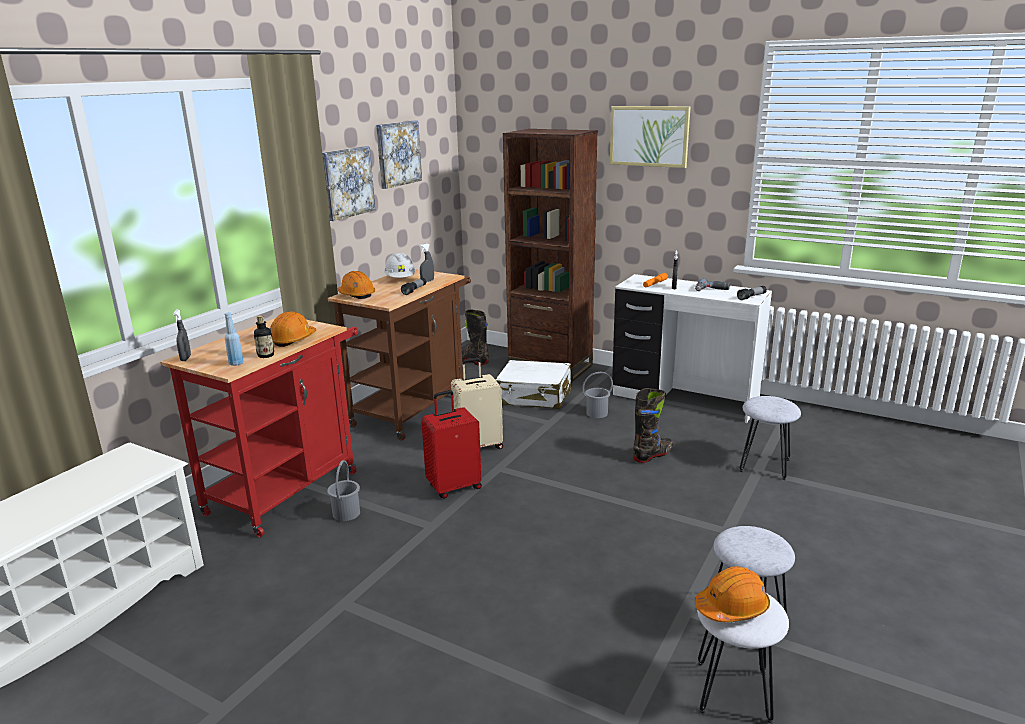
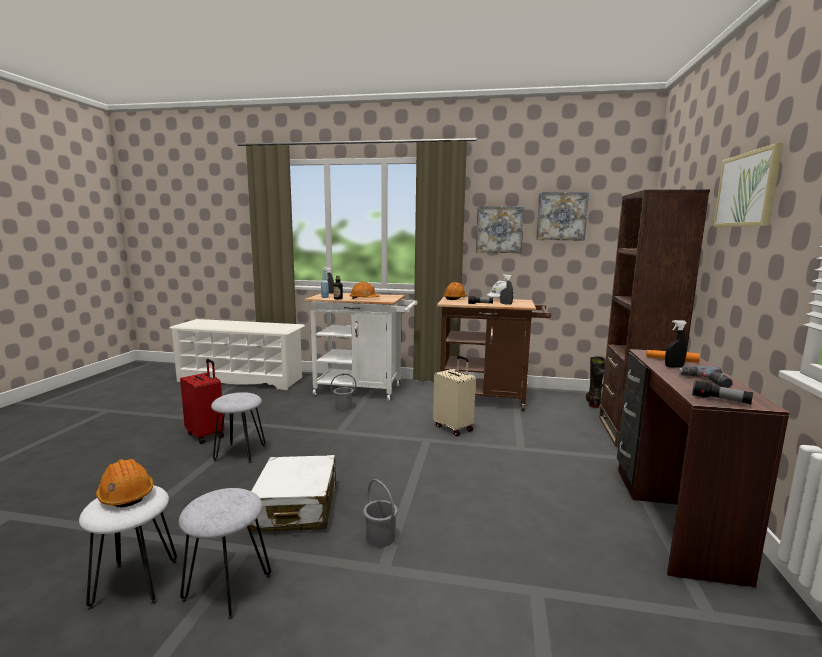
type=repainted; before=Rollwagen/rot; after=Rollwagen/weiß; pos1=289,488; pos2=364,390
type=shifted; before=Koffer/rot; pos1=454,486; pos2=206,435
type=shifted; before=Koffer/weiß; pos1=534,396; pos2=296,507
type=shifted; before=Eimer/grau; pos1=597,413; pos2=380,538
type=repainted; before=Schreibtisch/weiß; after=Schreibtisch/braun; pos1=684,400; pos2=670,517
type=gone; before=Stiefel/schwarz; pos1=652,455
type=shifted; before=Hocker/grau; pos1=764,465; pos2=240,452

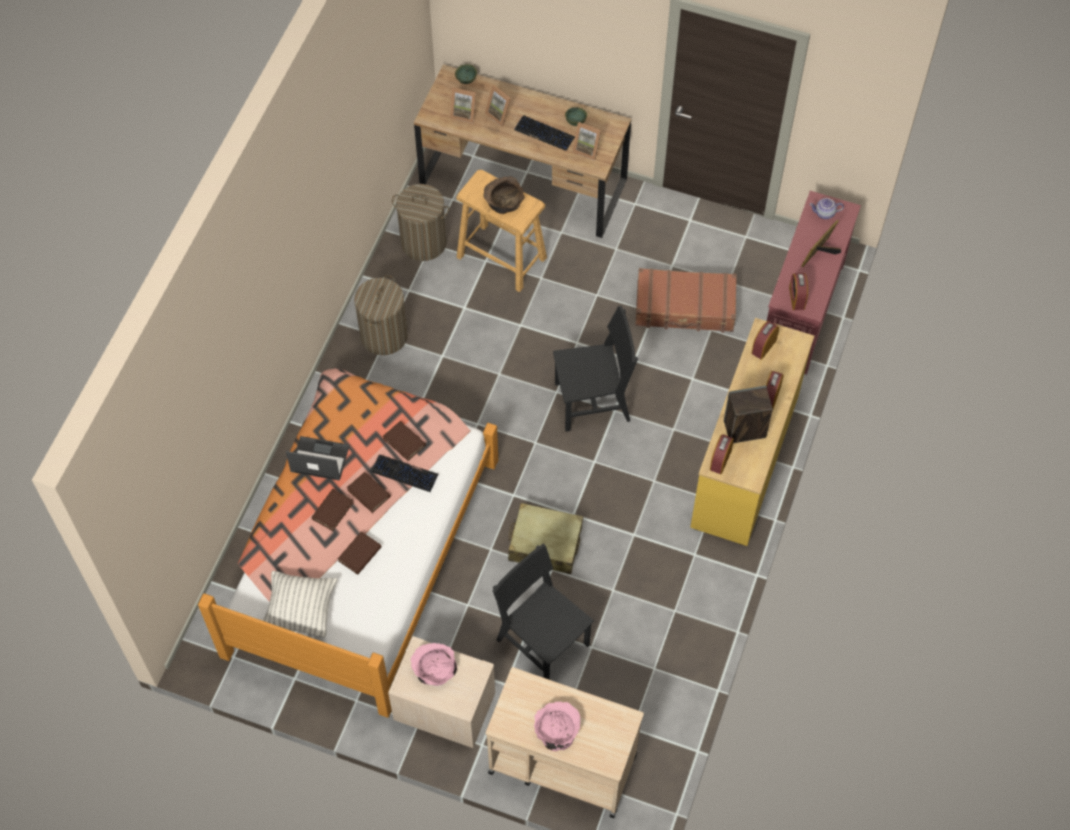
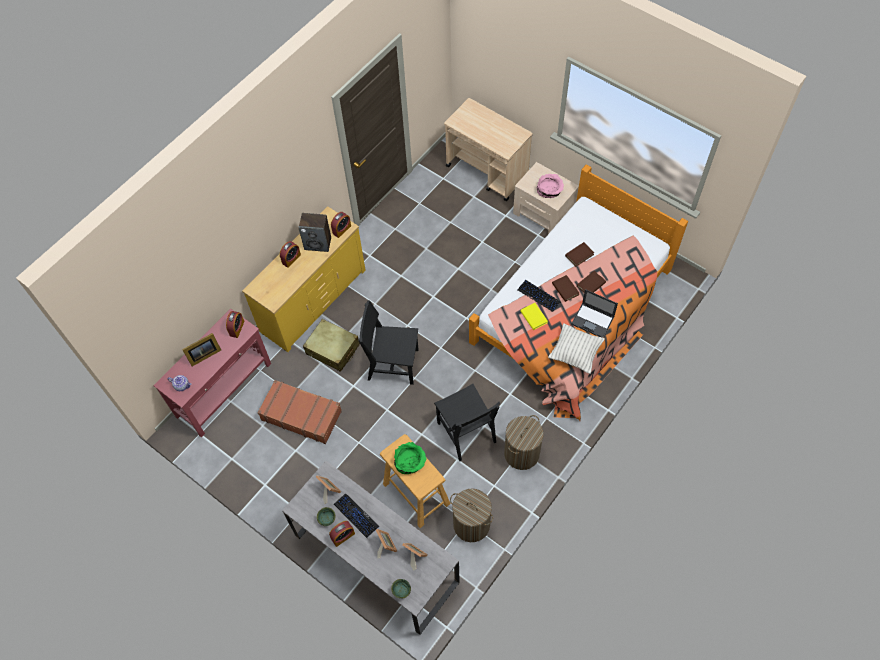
type=shifted; before=Kissen; pos1=300,611; pos2=575,354
type=repainted; before=Buch/braun; after=Buch/gelb; pos1=404,442; pos2=533,317
type=repainted; before=Schreibtisch/braun; after=Schreibtisch/grau; pos1=523,181; pos2=376,558
type=repainted; before=Schüssel/braun; after=Schüssel/grün; pos1=504,202; pos2=410,462
type=shifted; before=Stuhl/schwarz; pos1=543,642; pos2=466,432
type=shifted; before=Koffer/beige; pos1=545,544; pos2=333,349
type=gone; before=Schüssel/rosa; pos1=557,729
type=shifted; before=Wecker; pos1=764,346; pos2=343,536

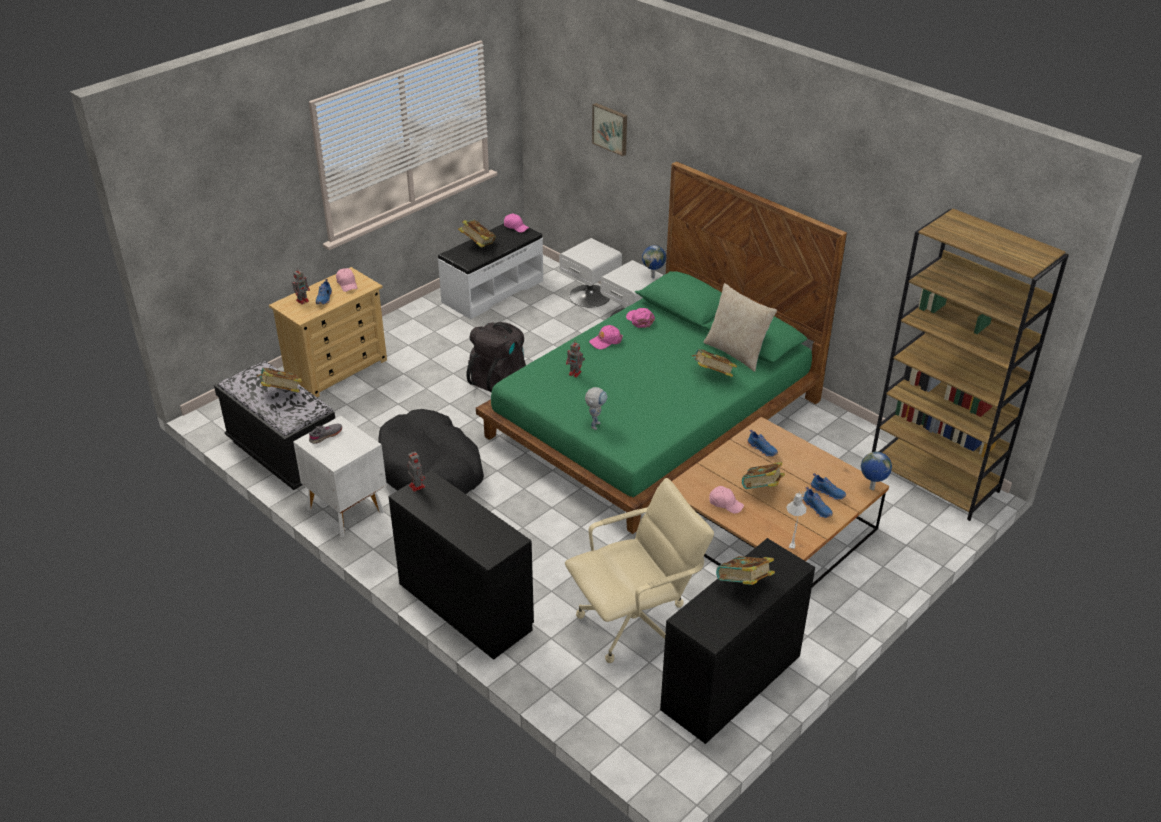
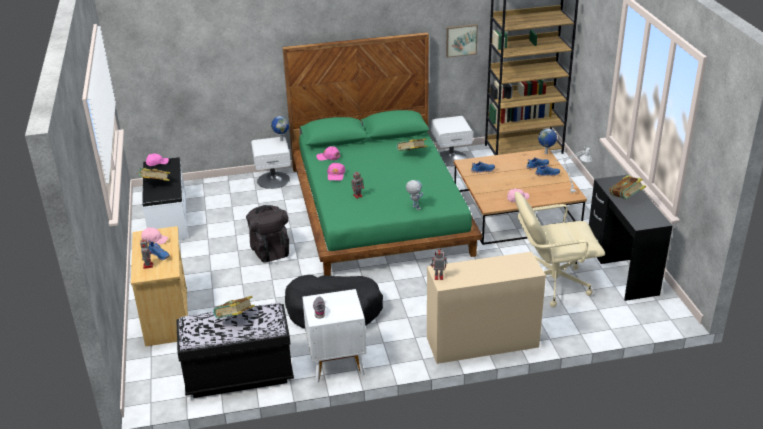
type=repainted; before=Schreibtisch/schwarz; after=Schreibtisch/beige; pos1=464,606; pos2=482,342
type=shifted; before=Nachttisch/weiß; pos1=590,295; pos2=451,158
type=rotated; before=Bürostuhl/beige; pos1=635,624; pos2=552,284; turn=-105
type=shifted; before=Bild; pos1=611,128; pos2=461,40
type=gone; before=Kissen/beige; pos1=736,352
type=gone; before=Buch; pos1=761,489

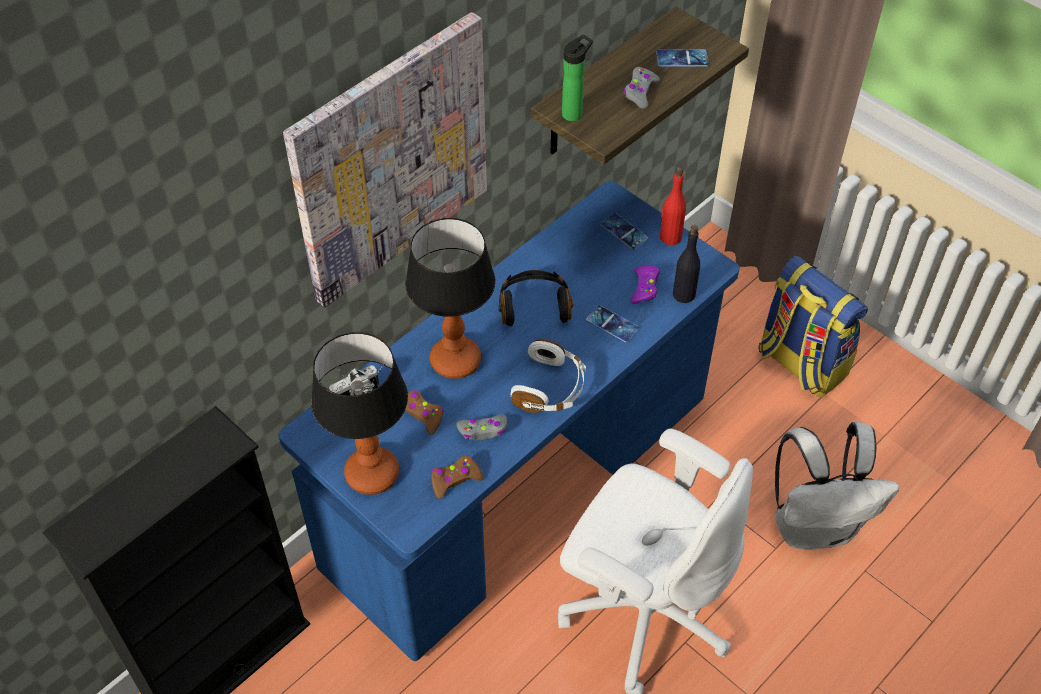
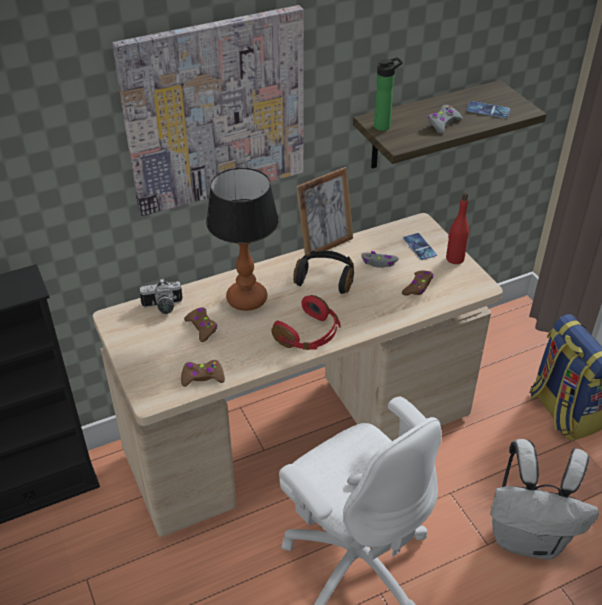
type=repainted; before=Schreibtisch/blau; after=Schreibtisch/beige; pos1=519,482; pos2=300,434
type=gone; before=Tischlampe; pos1=372,472
type=shifted; before=Gamepad/grau; pos1=483,430; pos2=379,263
type=repainted; before=Kopfhörer/weiß; after=Kopfhörer/rot; pos1=550,388; pos2=309,335
type=gone; before=Handy; pos1=612,324
type=repainted; before=Gamepad/lila; after=Gamepad/braun; pos1=644,288; pos2=418,287
type=gone; before=Flasche/schwarz; pos1=684,294
type=new; after=Bilderrahmen; pos2=325,244

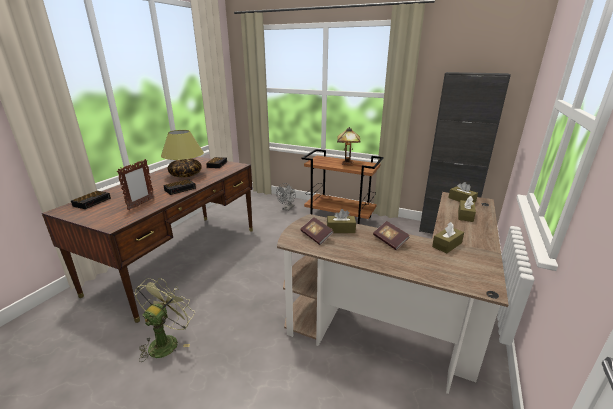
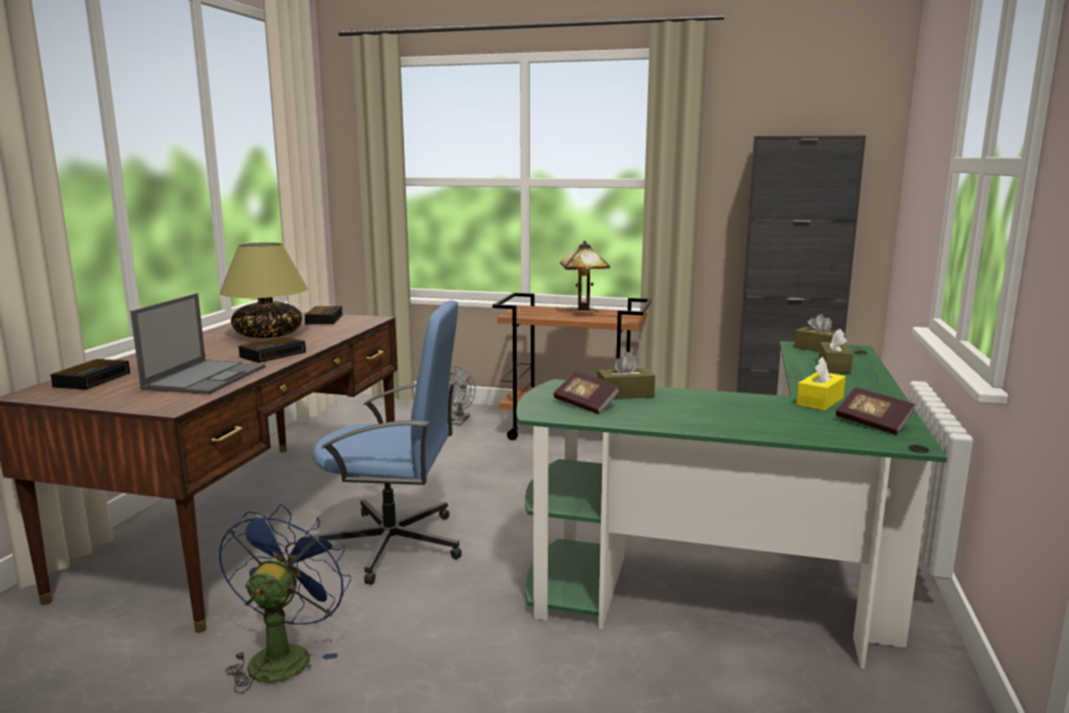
type=swapped; before=Bilderrahmen; after=Laptop; pos1=141,204; pos2=206,377
type=repainted; before=Ventilator/grün; after=Ventilator/blau; pos1=167,341; pos2=283,655
type=repainted; before=Schreibtisch/braun; after=Schreibtisch/grün; pos1=403,320; pos2=749,575
type=shifted; before=Buch; pos1=390,241; pos2=873,424
type=repainted; before=Taschentuchbox/braun; after=Taschentuchbox/gelb; pos1=447,245; pos2=820,401
type=new; after=Bürostuhl/blau; pos2=393,544

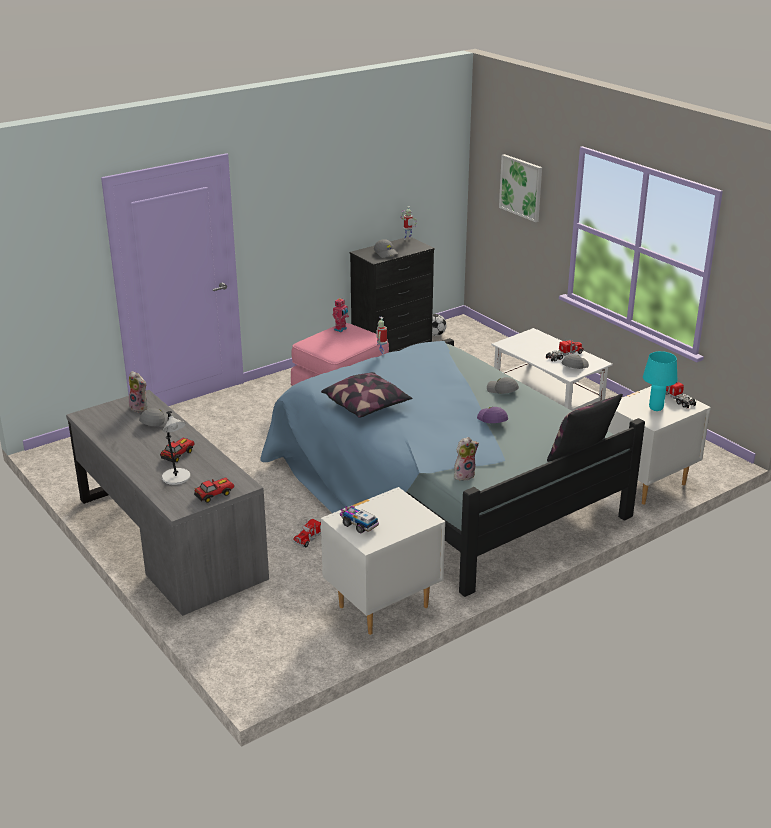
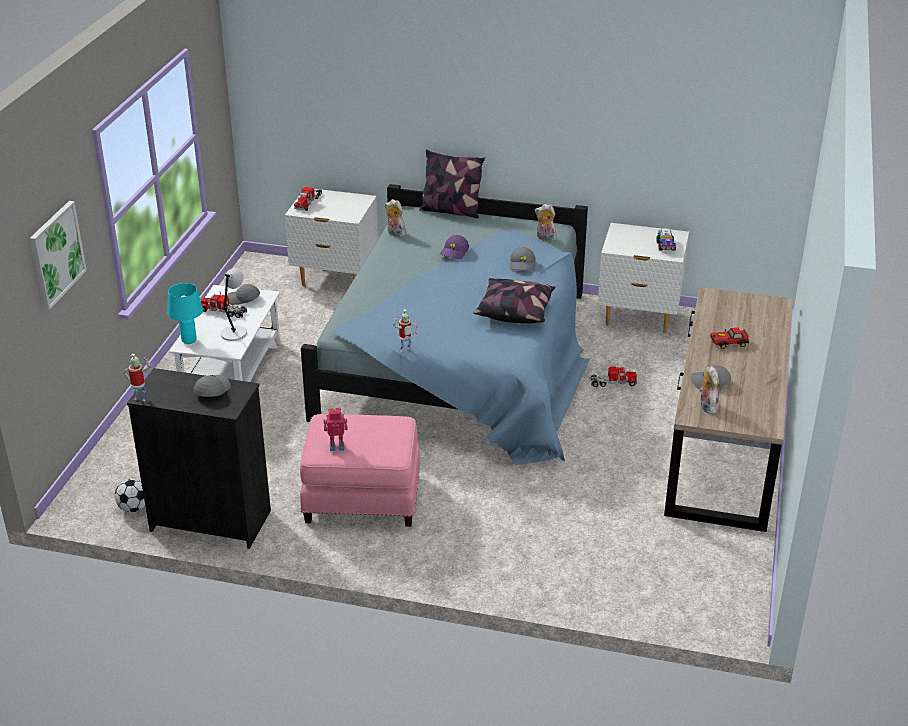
type=repainted; before=Schreibtisch/grau; after=Schreibtisch/braun; pos1=169,538; pos2=724,447
type=shifted; before=Tischlampe/grau; pos1=176,478; pos2=234,333
type=gone; before=Spielzeugauto; pos1=215,494
type=shifted; before=Kappe/grau; pos1=502,390; pos2=523,265
type=shifted; before=Tischlampe/türkis; pos1=655,408; pos2=189,341
type=new; after=Plüschtier; pos2=394,234

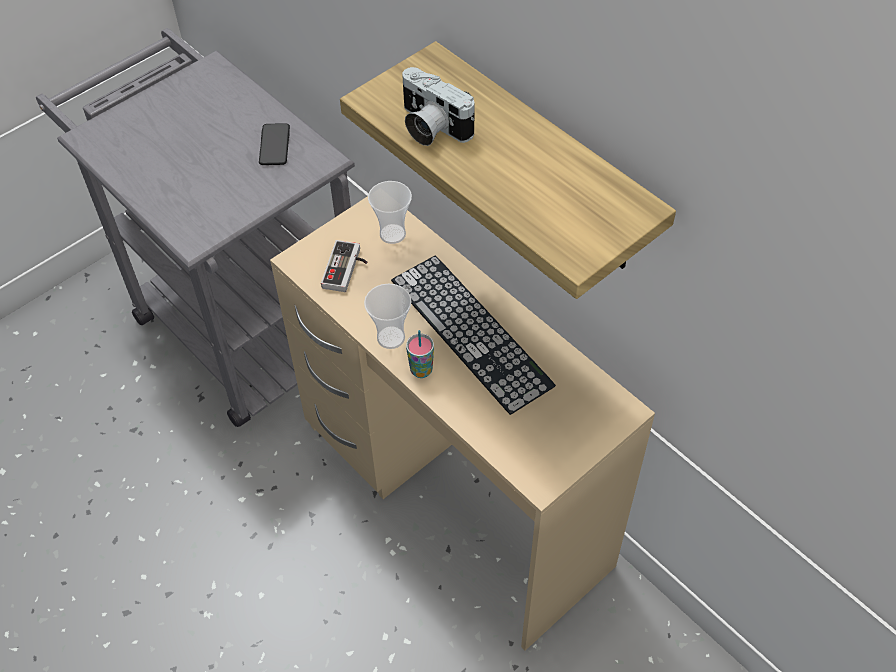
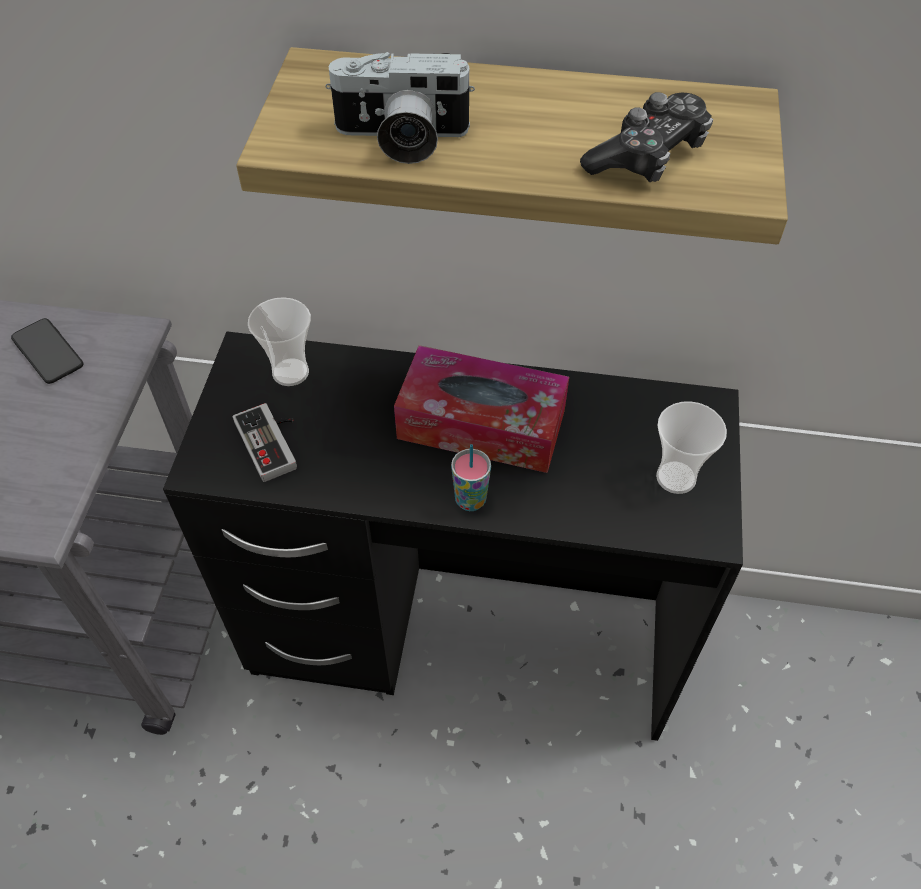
type=repainted; before=Schreibtisch/beige; after=Schreibtisch/schwarz; pos1=456,494; pos2=462,636
type=shifted; before=Tasse; pos1=391,337; pos2=676,477
type=swapped; before=Tastatur; after=Taschentuchbox; pos1=470,332; pos2=481,424
type=new; after=Gamepad; pos2=647,156

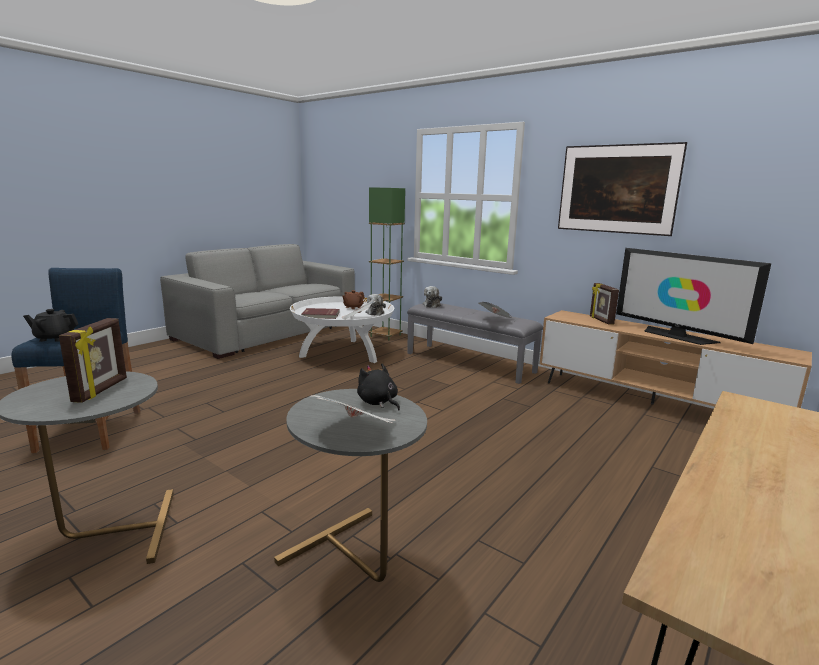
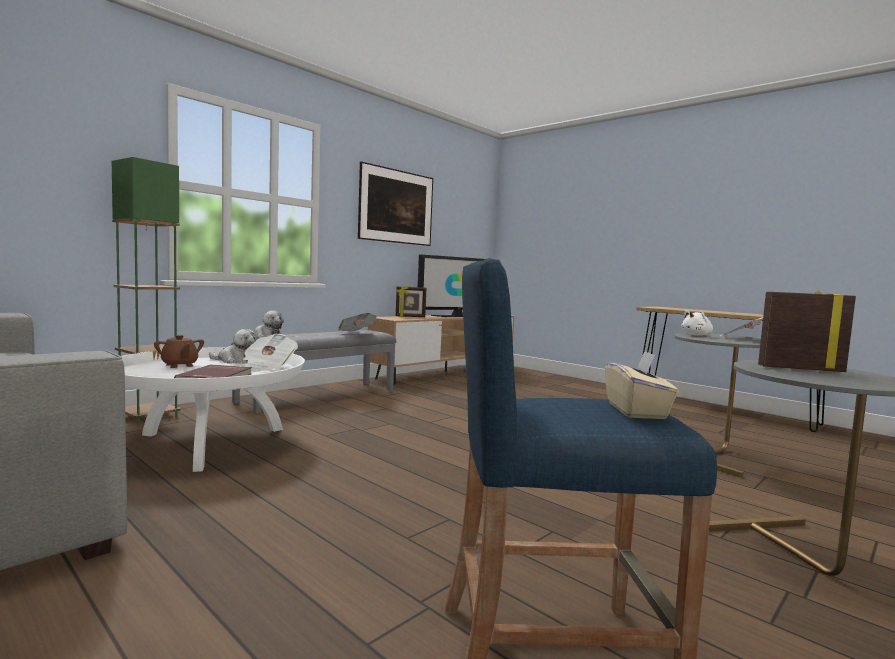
type=swapped; before=Teekanne/schwarz; after=Taschentuchbox/beige; pos1=54,338; pos2=637,411
type=repainted; before=Plüschtier/schwarz; after=Plüschtier/weiß; pos1=378,402; pos2=697,335

